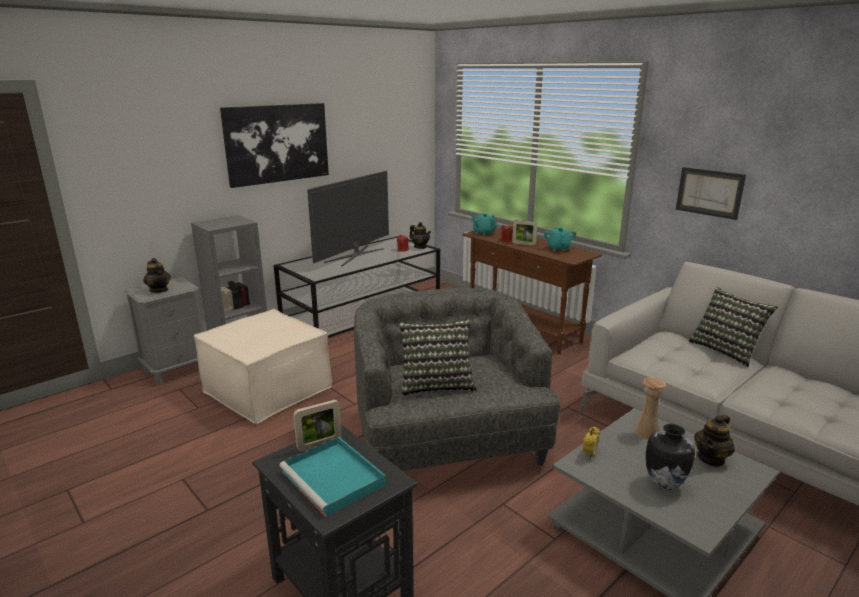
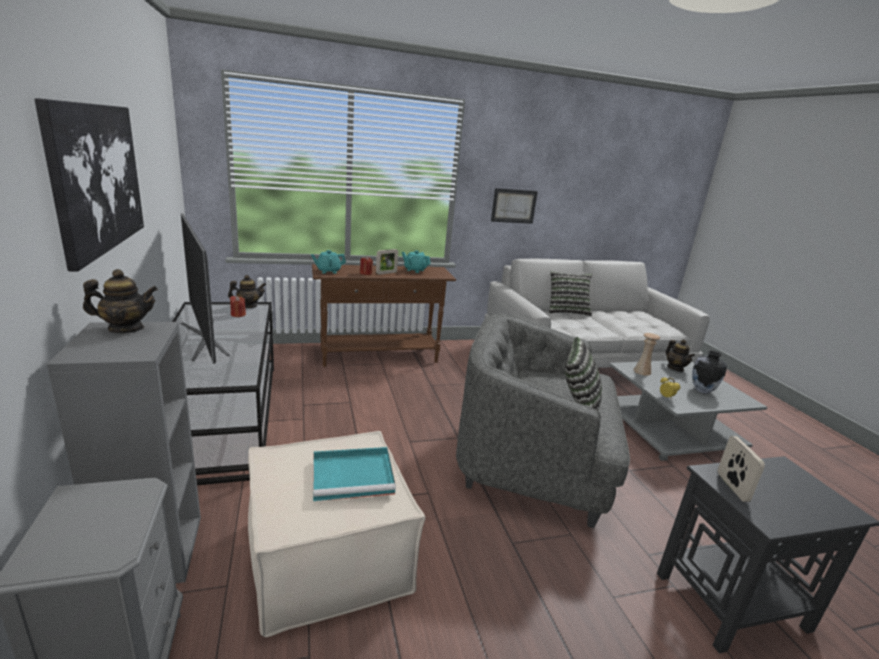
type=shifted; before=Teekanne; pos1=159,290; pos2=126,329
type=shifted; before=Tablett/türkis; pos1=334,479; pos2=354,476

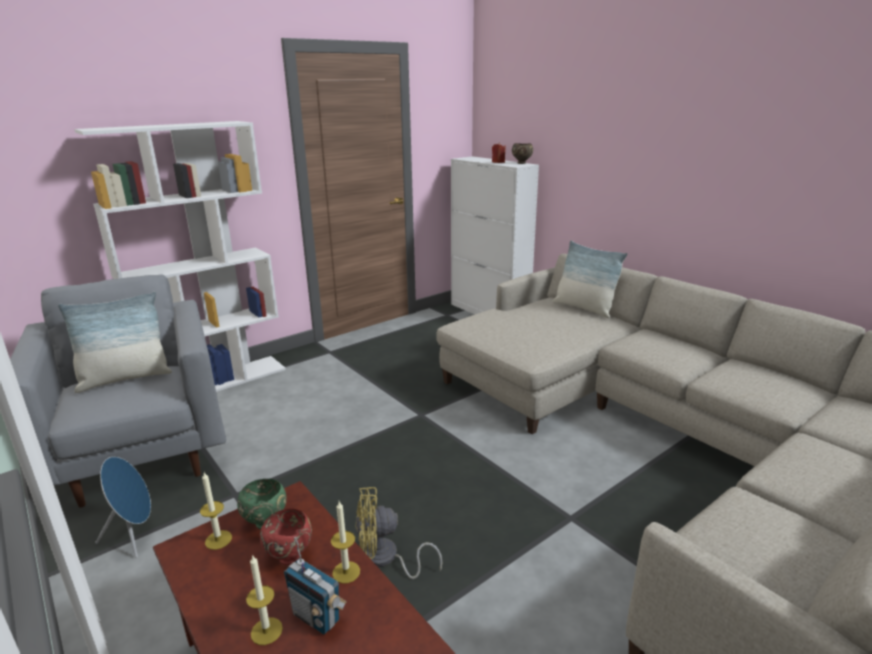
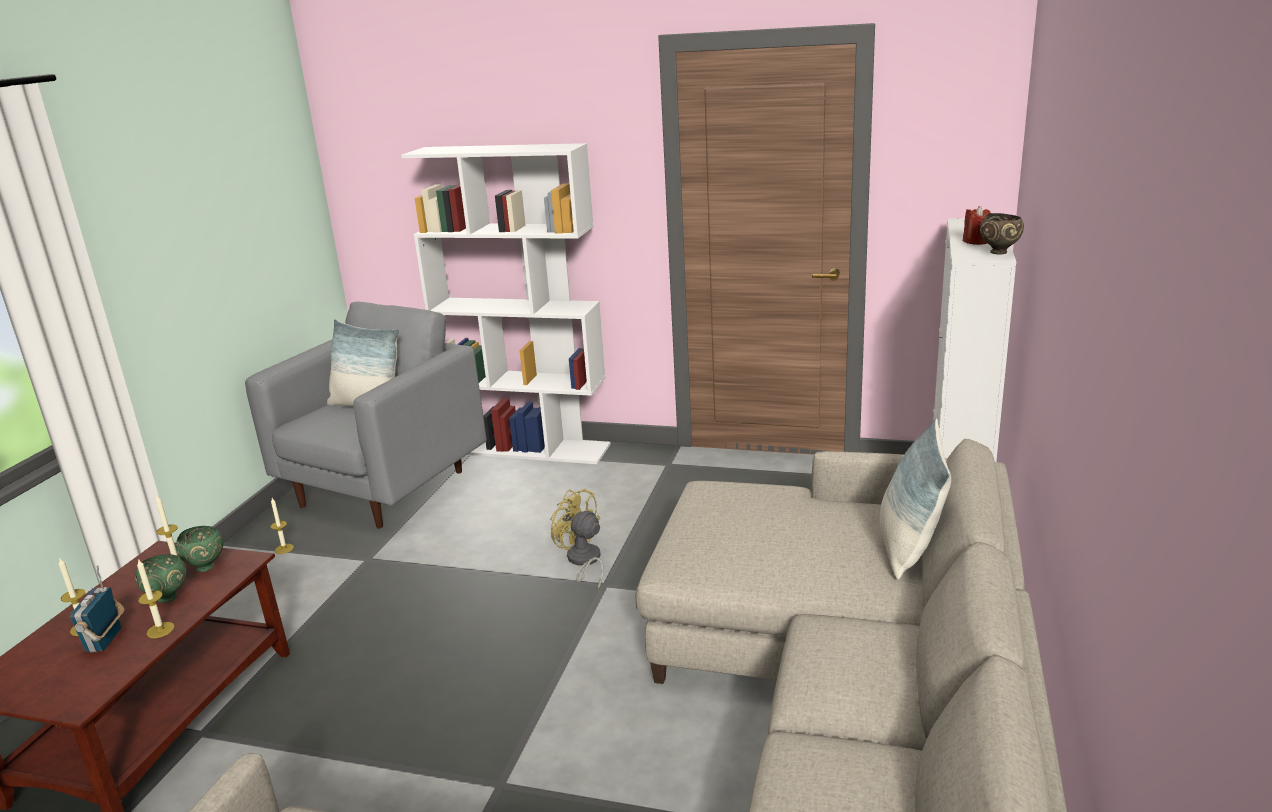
type=swapped; before=Lautsprecher/blau; after=Kerze; pos1=135,536; pos2=284,549
type=repainted; before=Schüssel/rot; after=Schüssel/grün; pos1=290,556; pos2=169,597
type=shifted; before=Ventilator/gelb; pos1=385,559; pos2=583,562

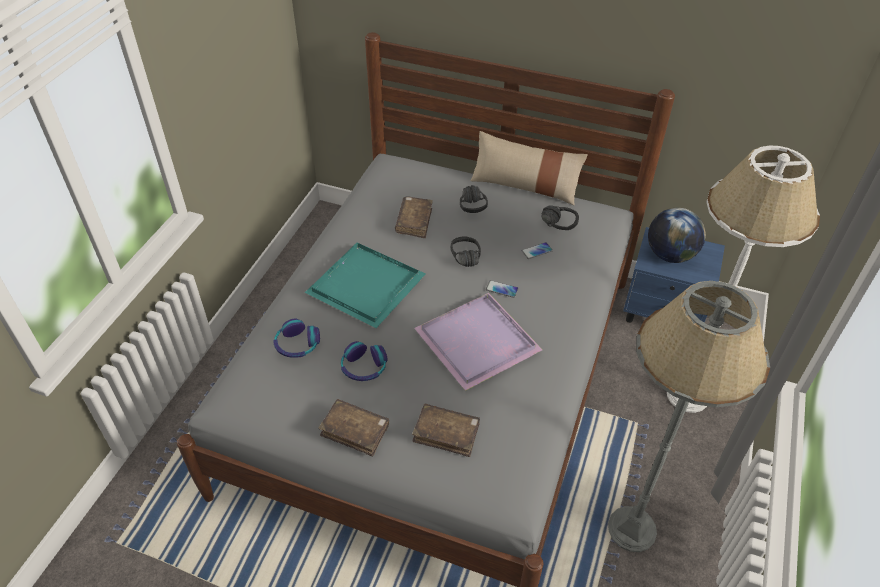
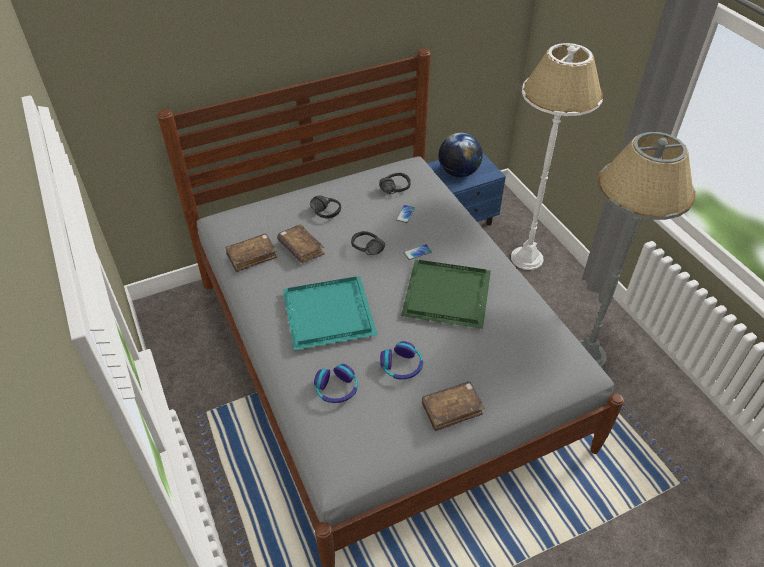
type=shifted; before=Buch/braun; pos1=446,434; pos2=252,256
type=repainted; before=Tablett/lila; after=Tablett/grün; pos1=477,343; pos2=448,296
type=gone; before=Kissen/beige; pos1=525,186

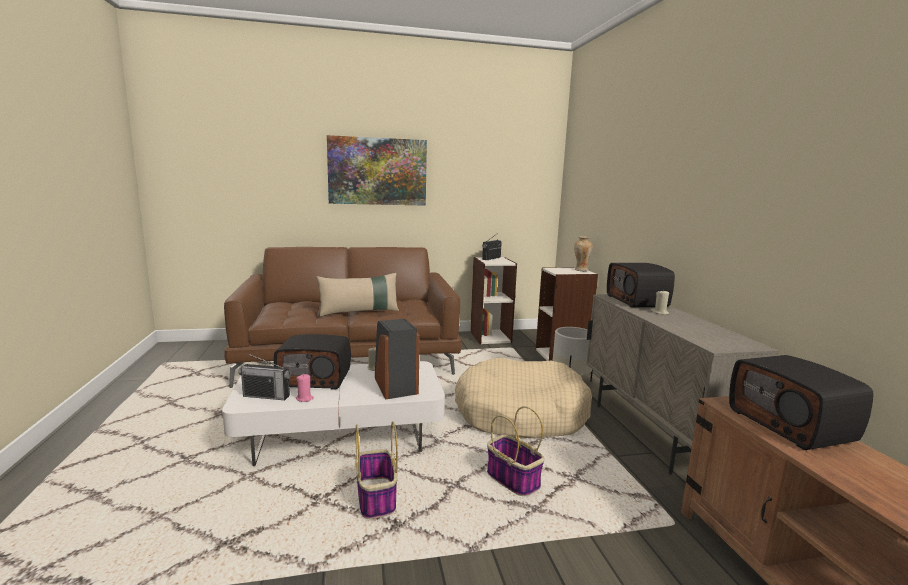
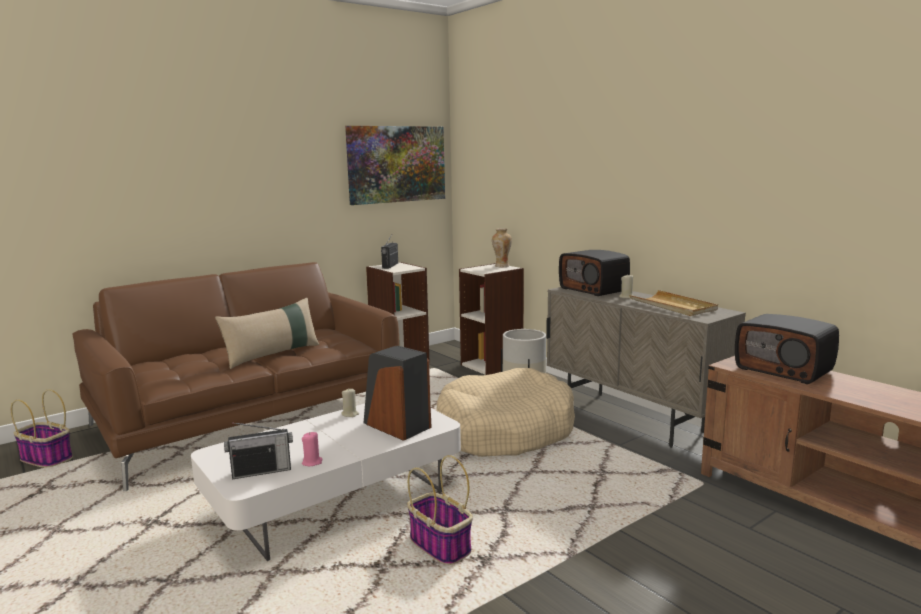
type=gone; before=Radio; pos1=315,379
type=shifted; before=Bild; pos1=377,171; pos2=397,164
type=shifted; before=Korb; pos1=512,479; pos2=45,459
type=new; after=Tablett/beige; pos2=673,306

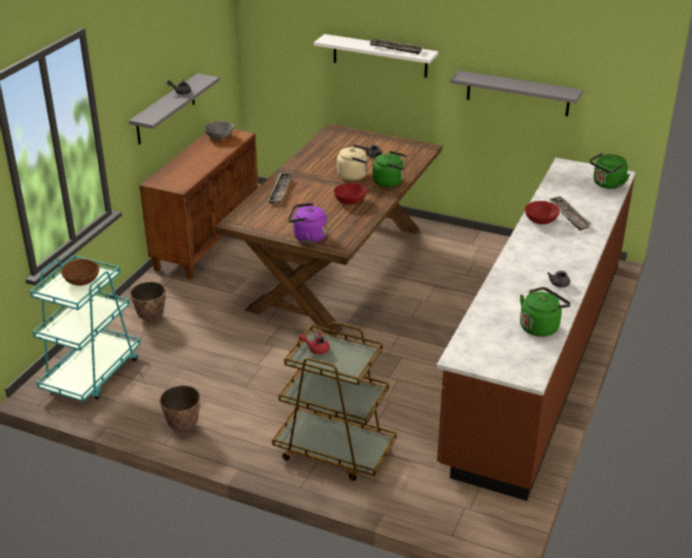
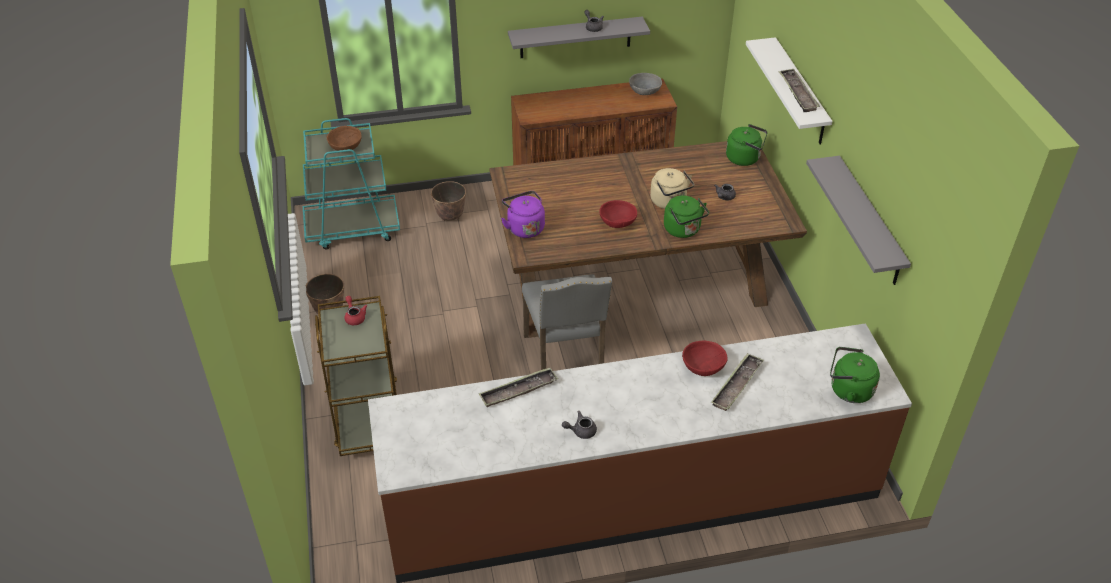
type=shifted; before=Tablett; pos1=280,191; pos2=518,390
type=shifted; before=Wasserkessel/grün; pos1=540,326; pos2=745,158
type=new; after=Stuhl/grau; pos2=566,360

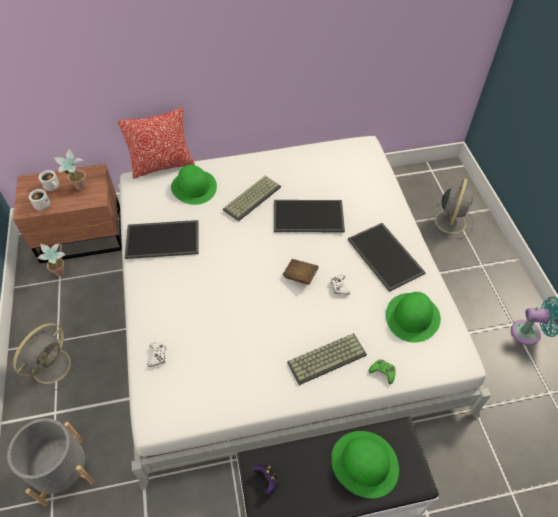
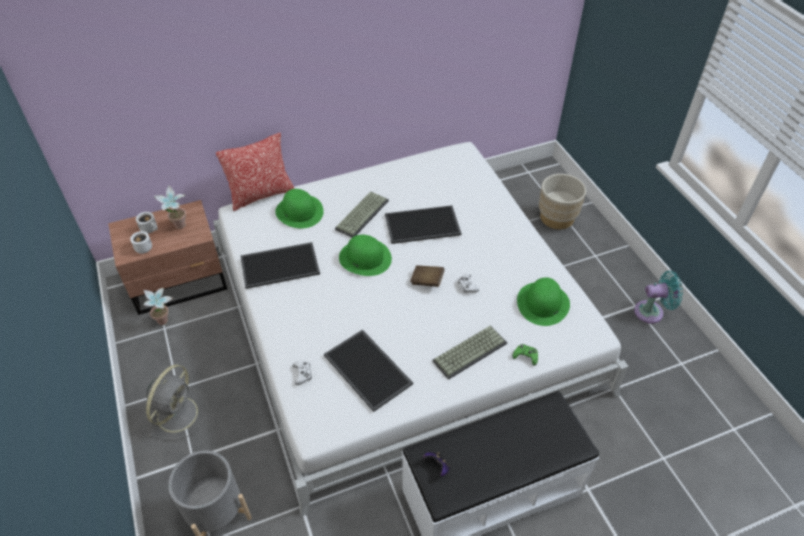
type=shifted; before=Hut/grün; pos1=365,464; pos2=365,258
type=shifted; before=Tablett; pos1=386,256; pos2=369,369
type=swapped; before=Ventilator/grau; after=Pflanzkübel/beige; pos1=450,220; pos2=556,217

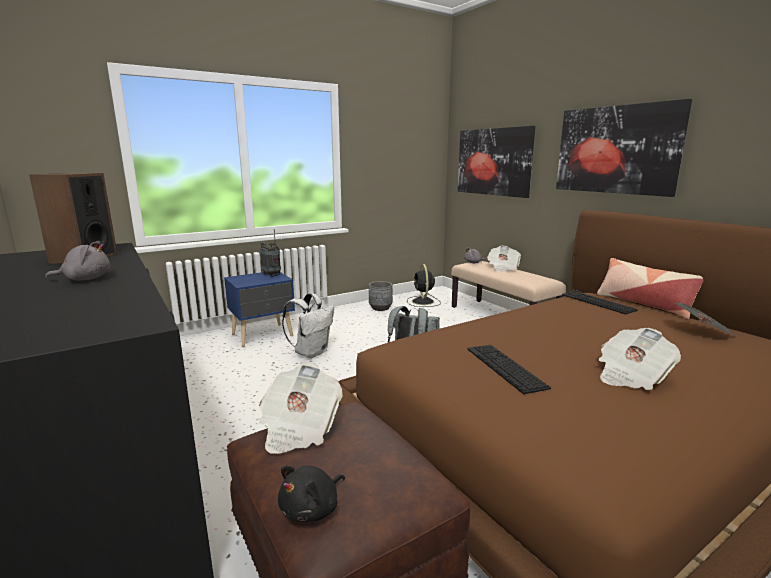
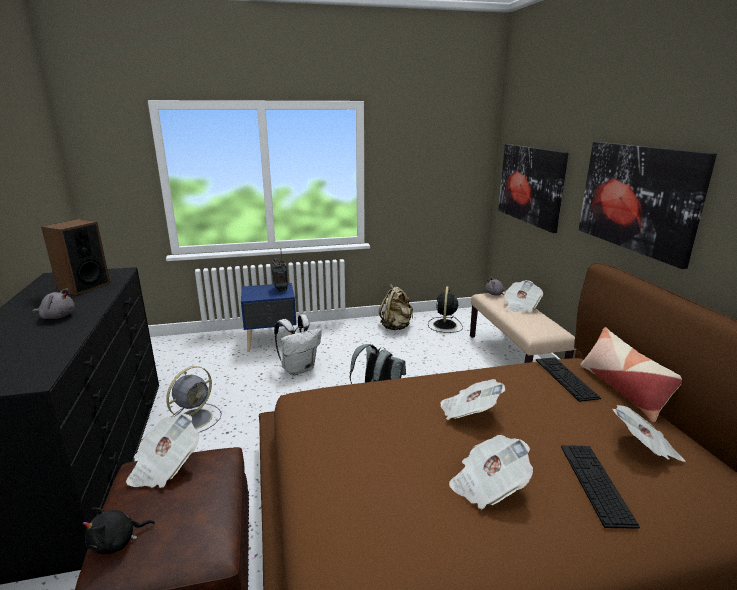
type=swapped; before=Pflanzkübel/grau; after=Rucksack/beige; pos1=380,308; pos2=396,327
type=shifted; before=Tastatur; pos1=505,367; pos2=596,483
type=new; after=Ventilator/grau; pos2=195,418
type=new; after=Zeitung; pos2=469,412

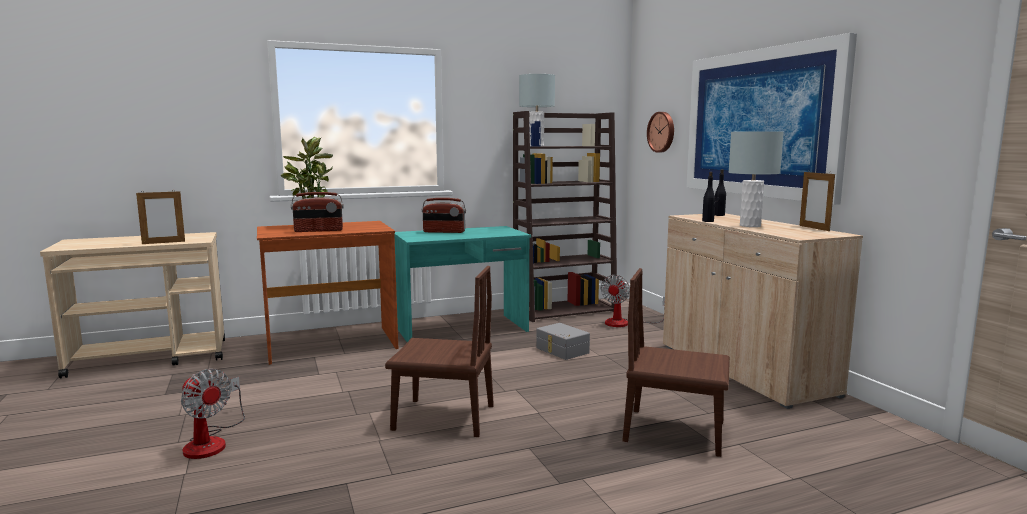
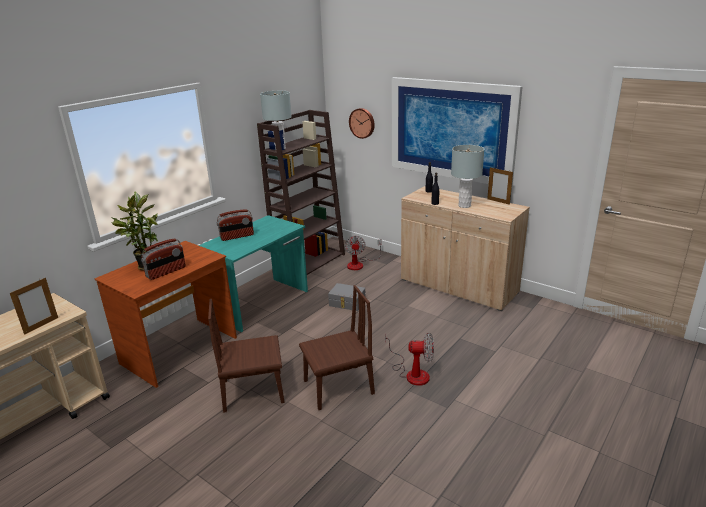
type=shifted; before=Ventilator; pos1=211,441; pos2=412,373
type=shifted; before=Stuhl/braun; pos1=674,431; pos2=253,391

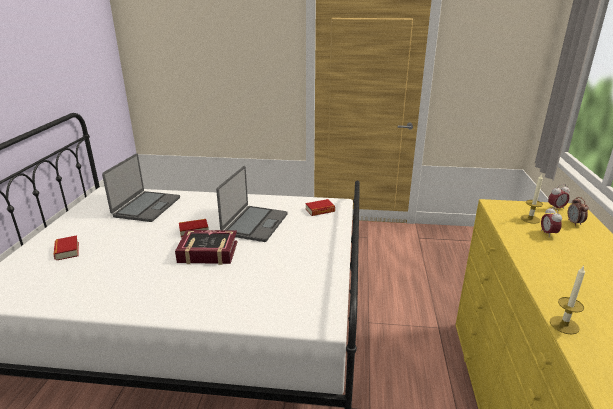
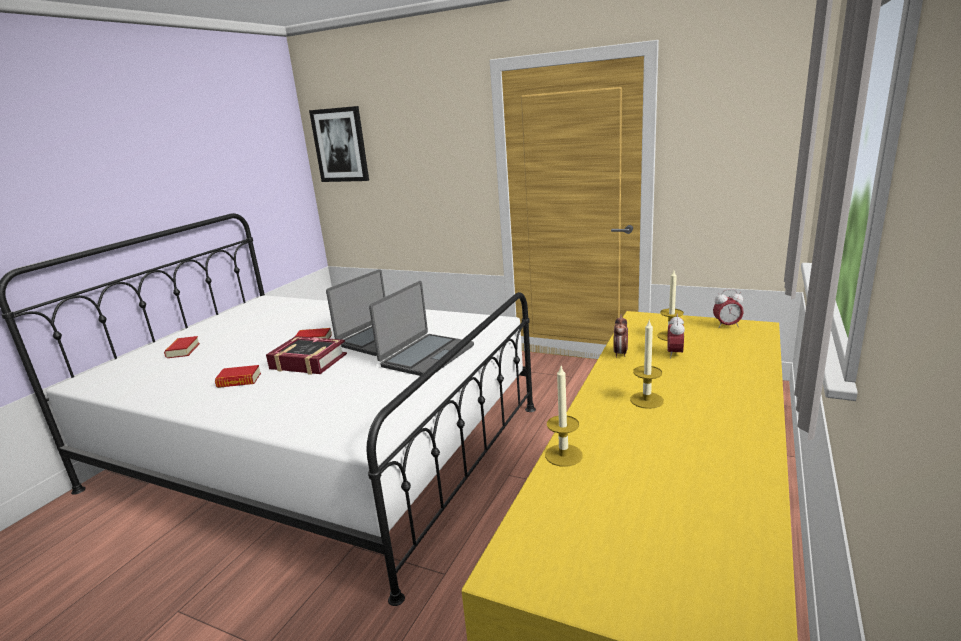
type=shifted; before=Laptop; pos1=146,207; pos2=426,356
type=shifted; before=Buch; pos1=320,210; pos2=239,380
type=shifted; before=Wecker; pos1=574,223; pos2=620,354
type=new; after=Bild; pos2=340,145
type=new; after=Kerze; pos2=646,400

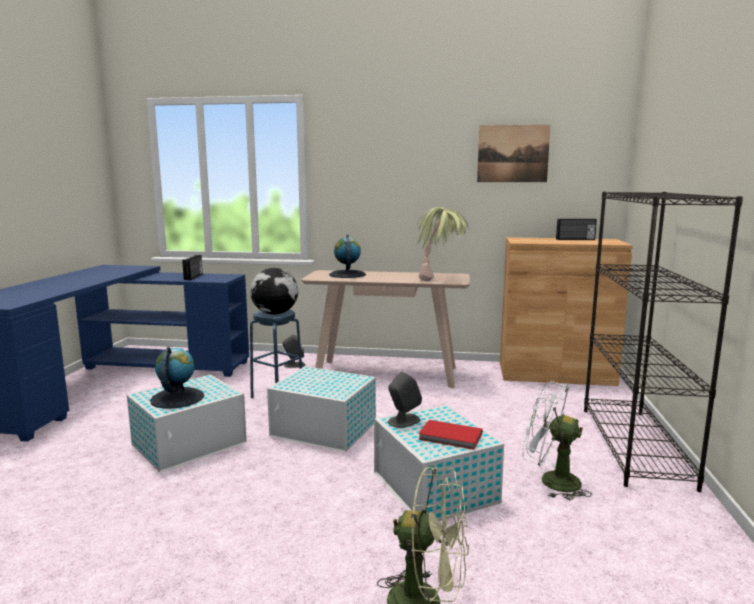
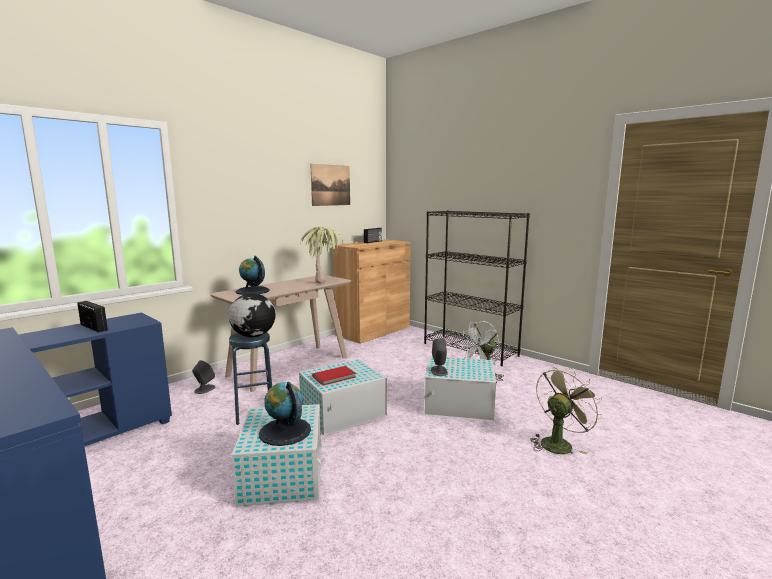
type=shifted; before=Buch/rot; pos1=451,437; pos2=335,377

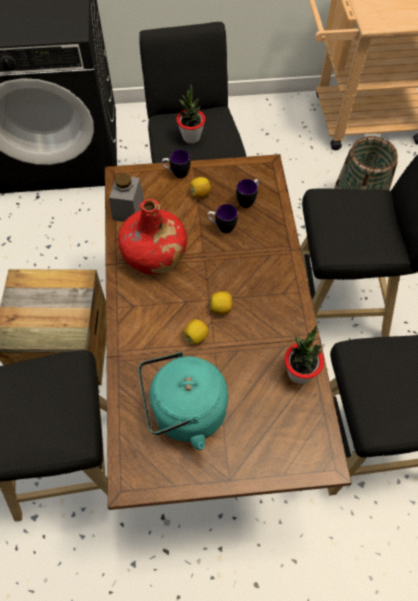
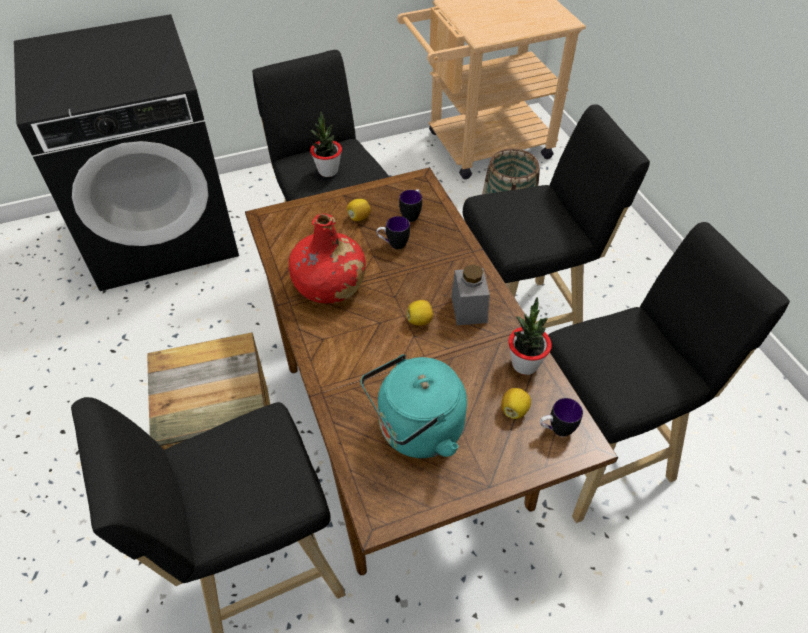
type=shifted; before=Vorratsglas/grau; pos1=128,209; pos2=469,309
type=shifted; before=Henkelbecher; pos1=176,173; pos2=556,430
type=shifted; before=Zitrone; pos1=196,336; pos2=514,410

